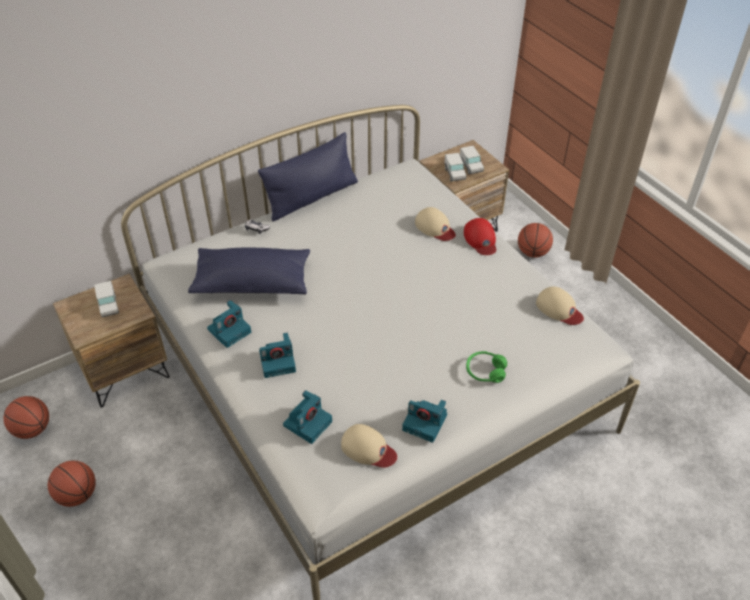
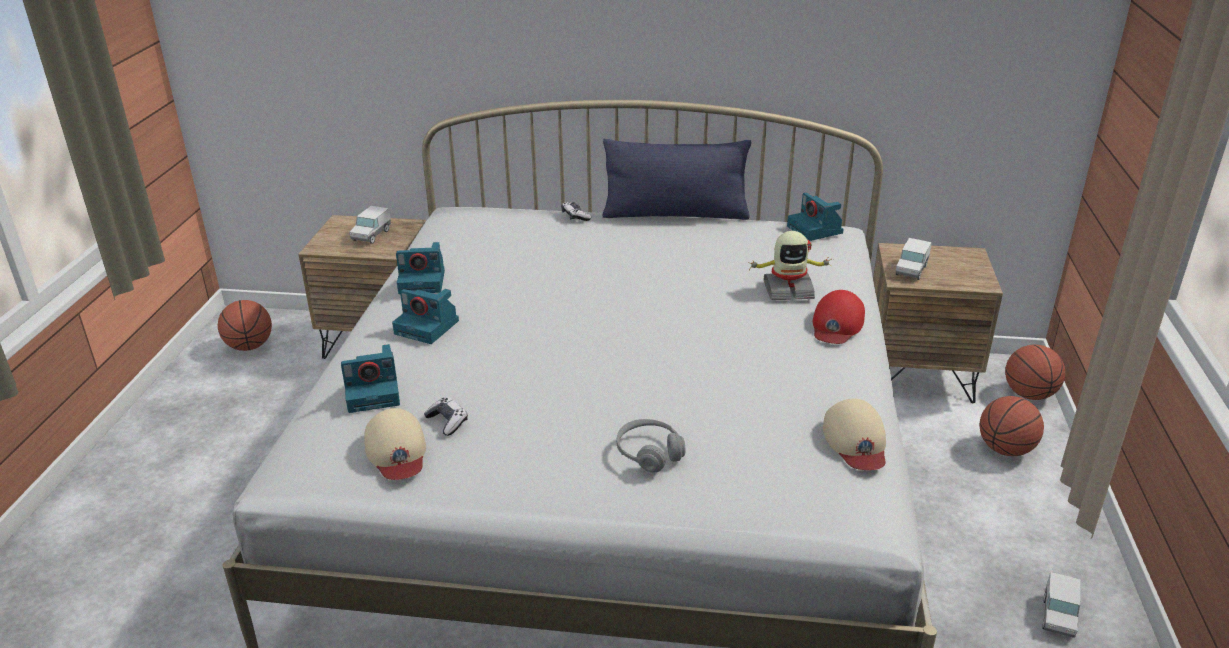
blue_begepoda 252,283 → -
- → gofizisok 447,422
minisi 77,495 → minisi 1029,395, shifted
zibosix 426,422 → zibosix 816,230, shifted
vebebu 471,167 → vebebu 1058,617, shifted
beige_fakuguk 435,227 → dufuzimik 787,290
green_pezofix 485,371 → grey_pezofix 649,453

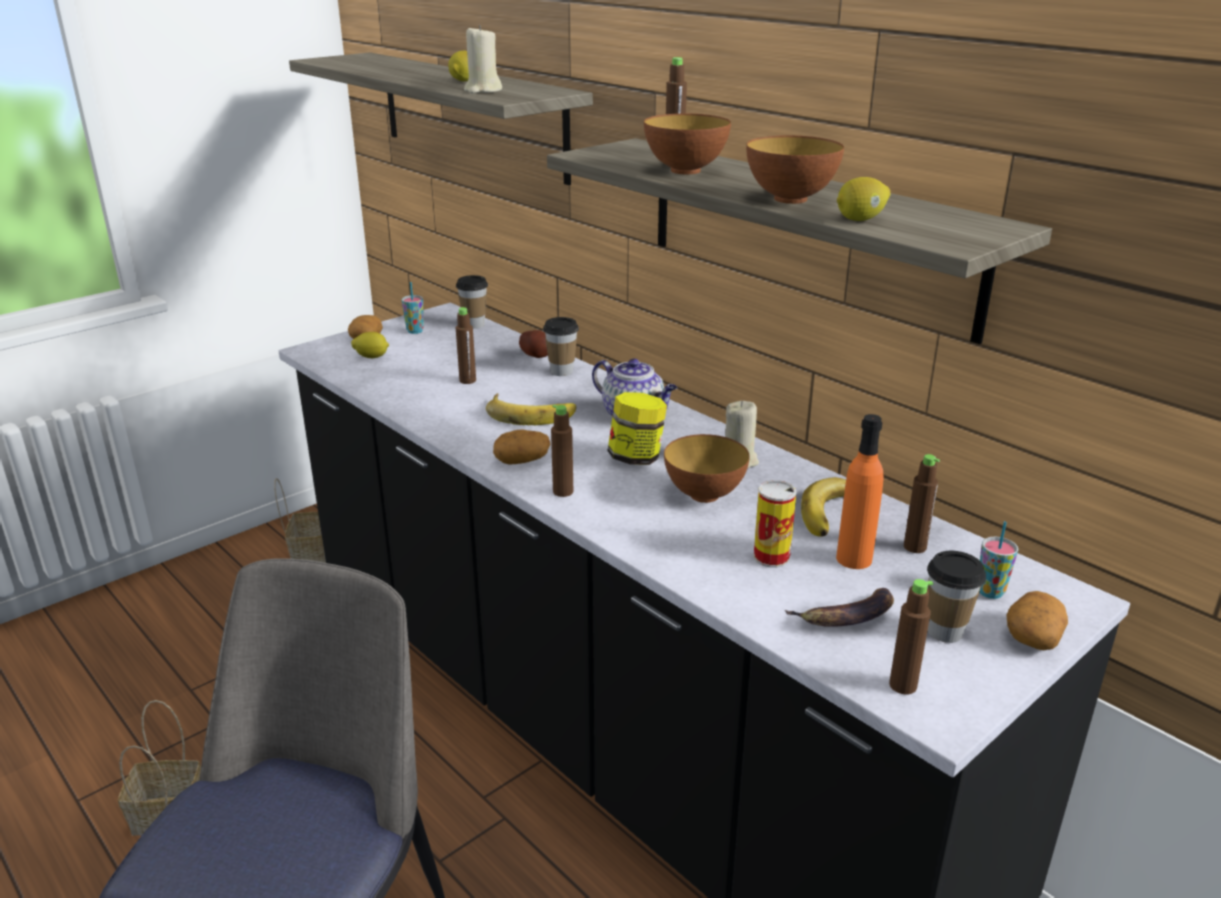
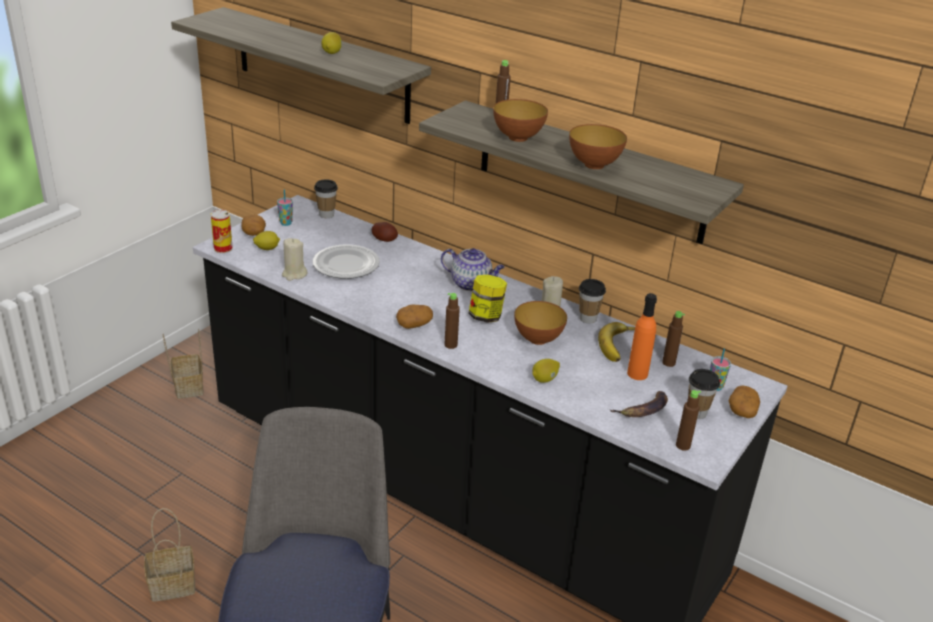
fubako 531,413 → -
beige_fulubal 482,90 → beige_fulubal 294,274, shifted
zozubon 562,371 → zozubon 588,318, shifted
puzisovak 771,557 → puzisovak 223,249, shifted
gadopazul 860,219 → gadopazul 544,379, shifted
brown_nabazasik 467,380 → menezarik 346,264

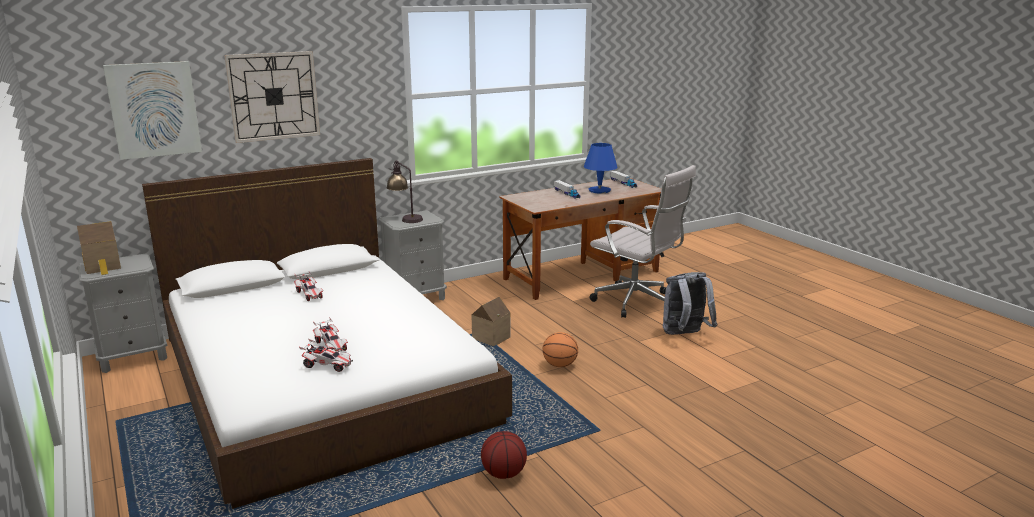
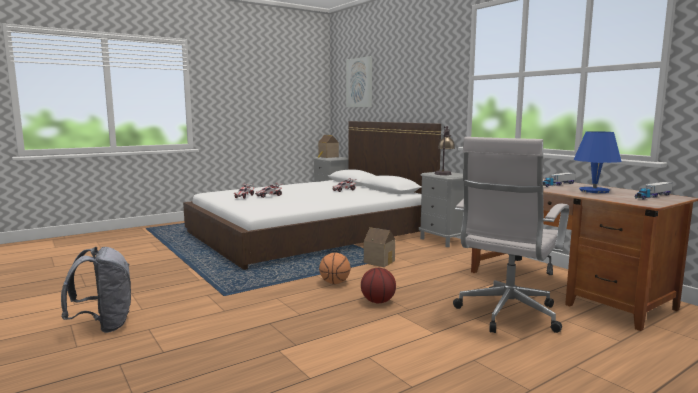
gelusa 273,96 → -
minisi 504,473 → minisi 378,302, shifted
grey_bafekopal 685,335 → grey_bafekopal 104,326, shifted

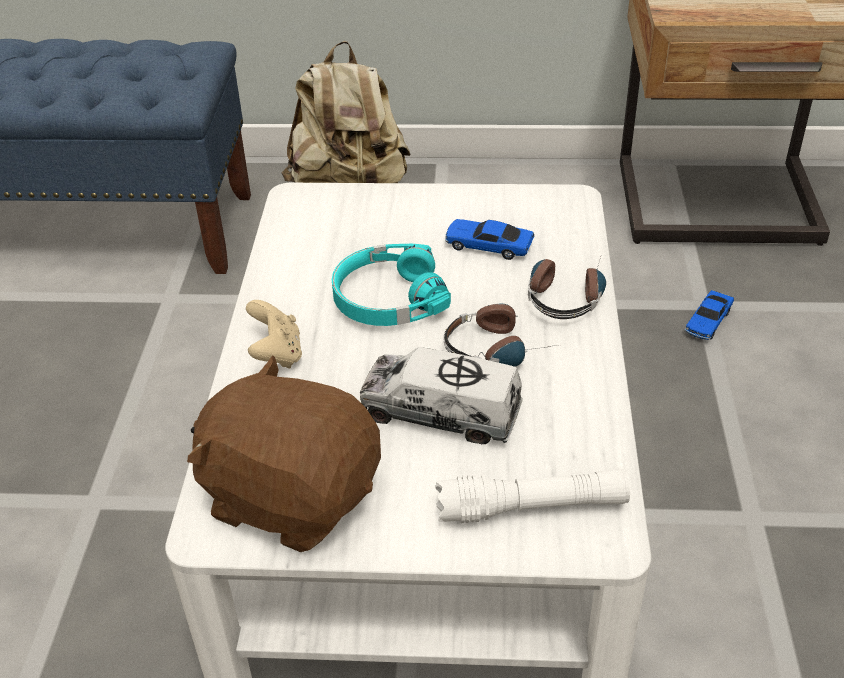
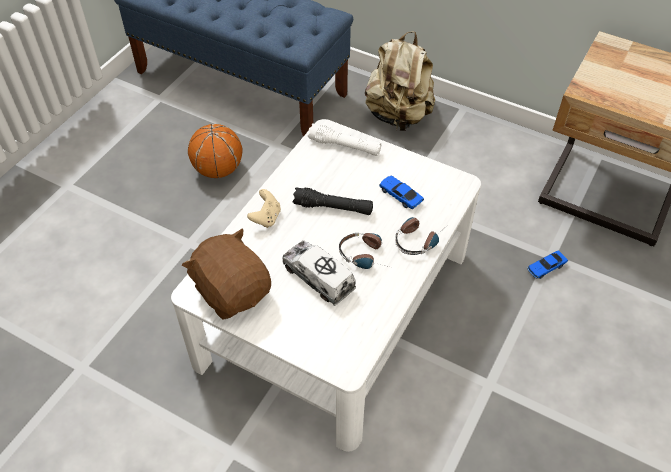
- → minisi 218,170
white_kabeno 532,507 → white_kabeno 344,146, shifted
turquoise_pezofix 388,299 → black_kabeno 333,207

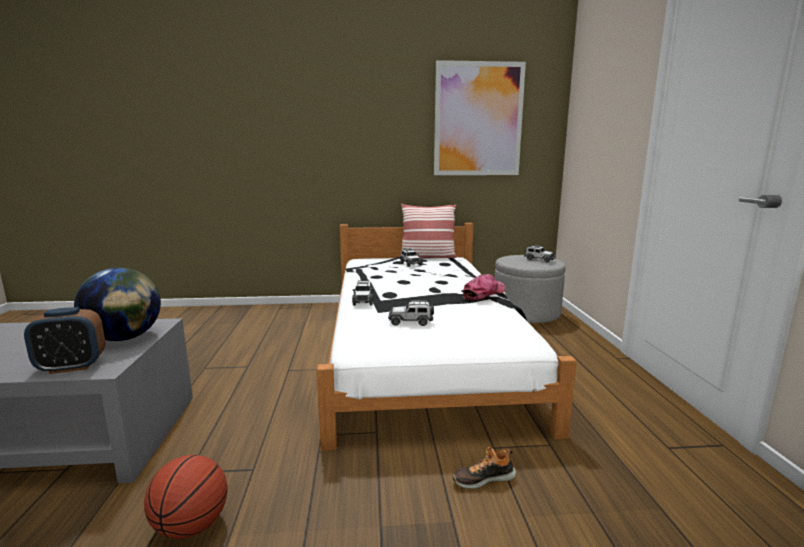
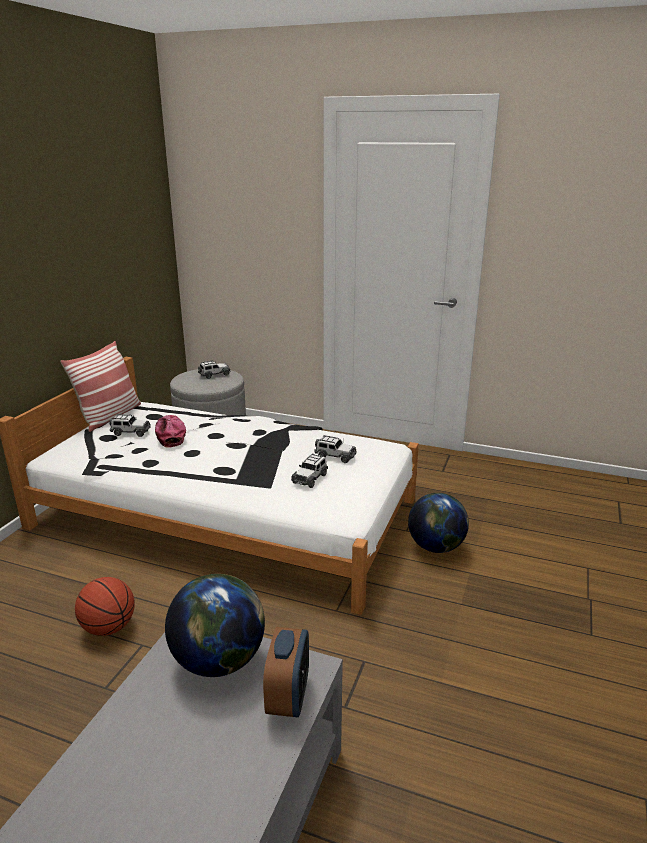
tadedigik 478,120 → -
minisi 191,526 → minisi 108,627, shifted
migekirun 363,301 → migekirun 335,456, shifted
fakuguk 483,293 → fakuguk 170,435, shifted
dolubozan 483,478 → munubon 436,546

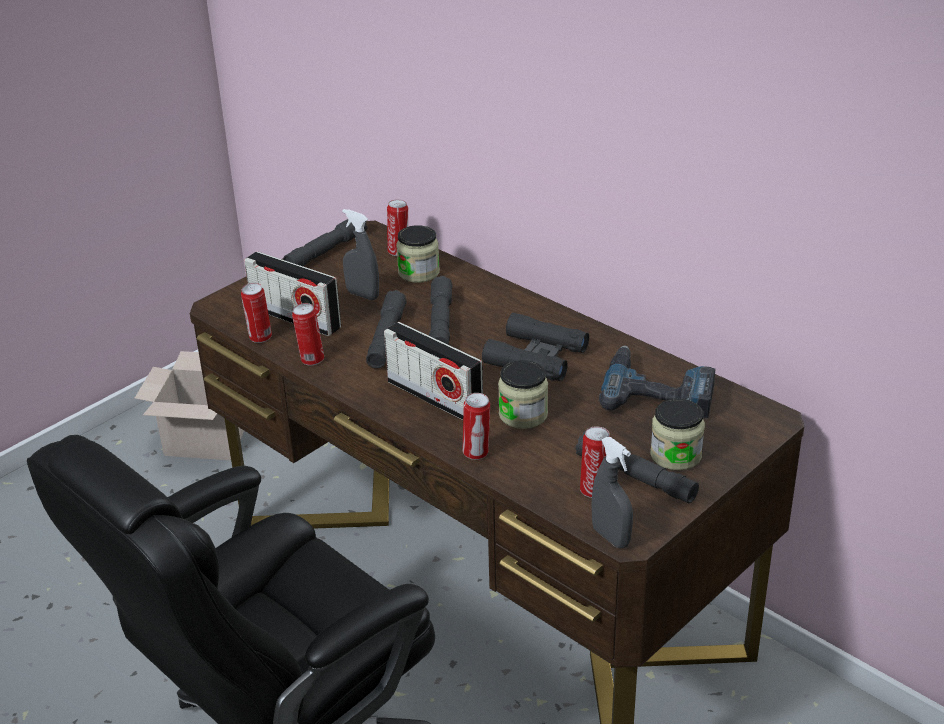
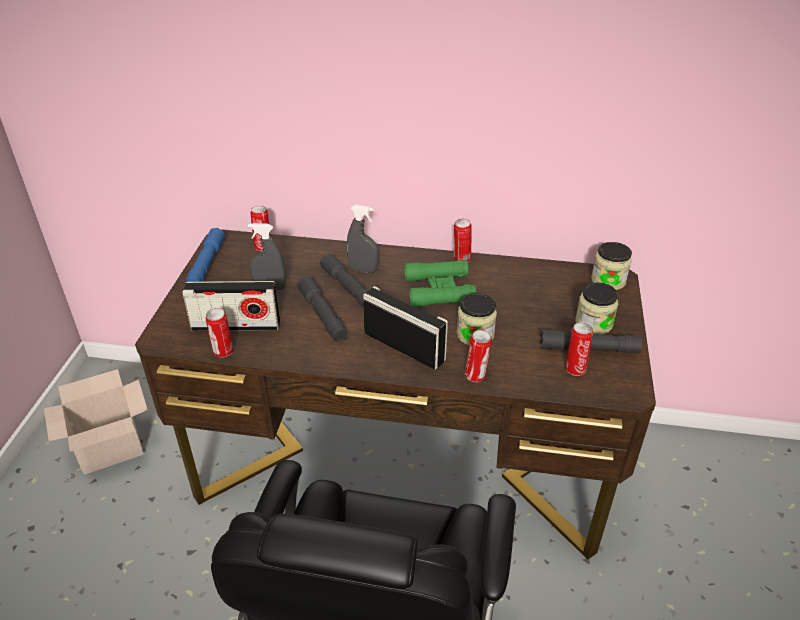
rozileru 658,391 → -
puzisovak 311,360 → puzisovak 461,259, shifted
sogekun 419,272 → sogekun 608,280, shifted
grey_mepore 611,537 → grey_mepore 363,269, shifted
grey_kabeno 326,251 → blue_kabeno 206,264
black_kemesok 536,357 → green_kemesok 439,290
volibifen 434,397 → volibifen 404,346, 150 degrees counterclockwise

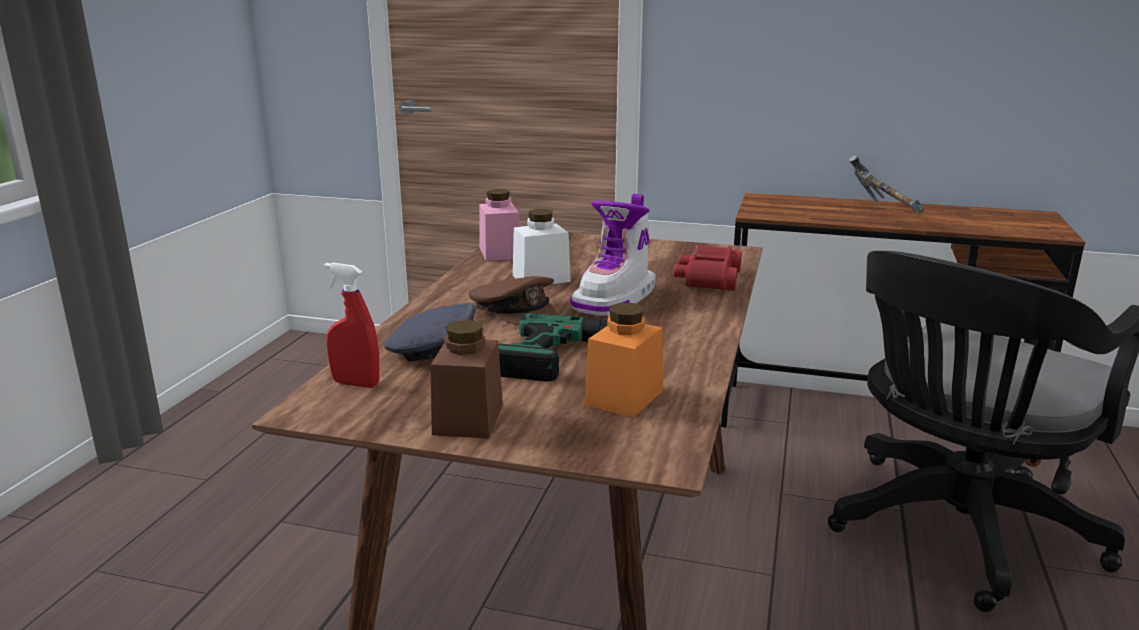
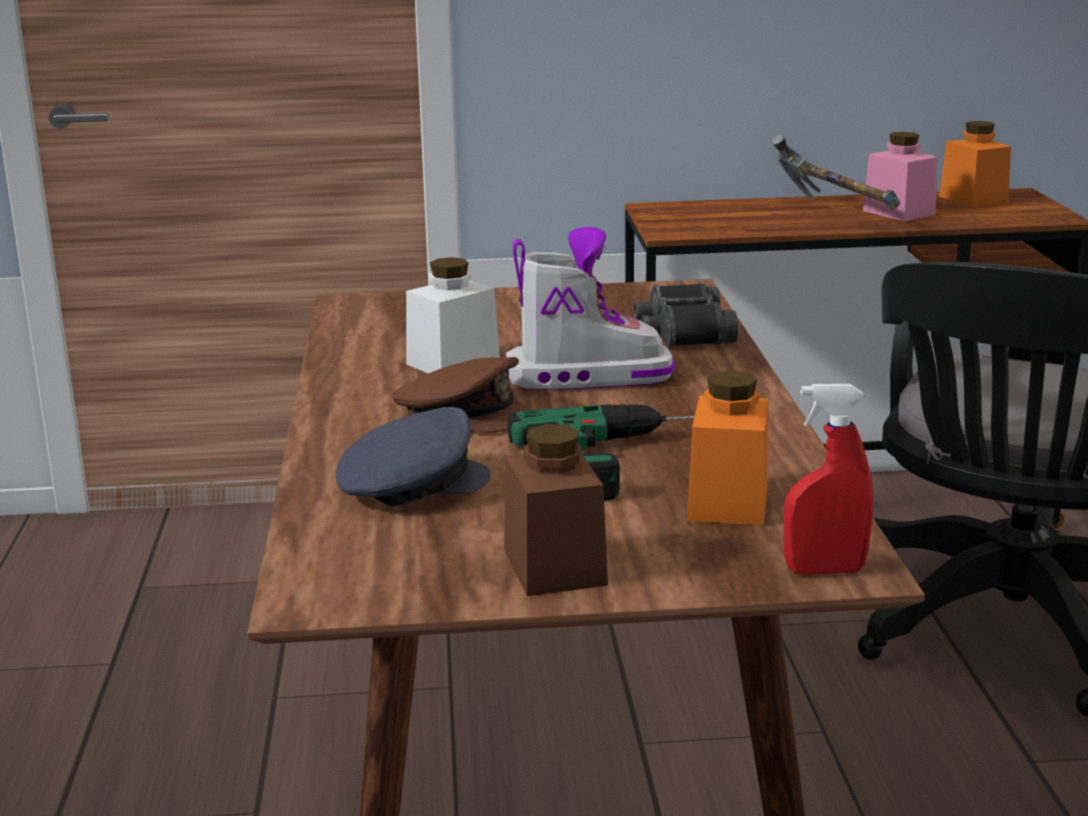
- → orange_sogekun 973,199
red_mepore 356,384 → red_mepore 824,570, shifted
pink_sogekun 500,253 → pink_sogekun 898,212, shifted
red_kemesok 707,279 → black_kemesok 683,332
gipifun 616,299 → gipifun 587,376, 105 degrees counterclockwise

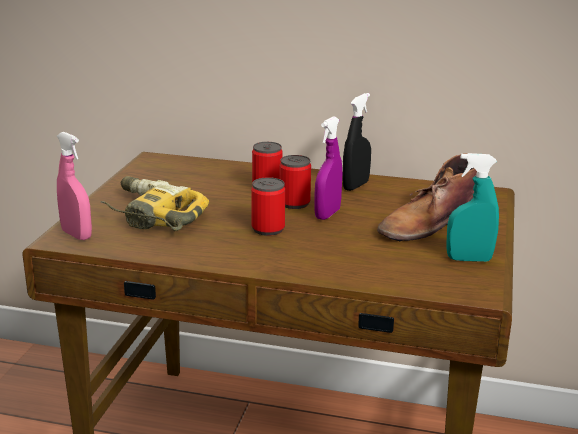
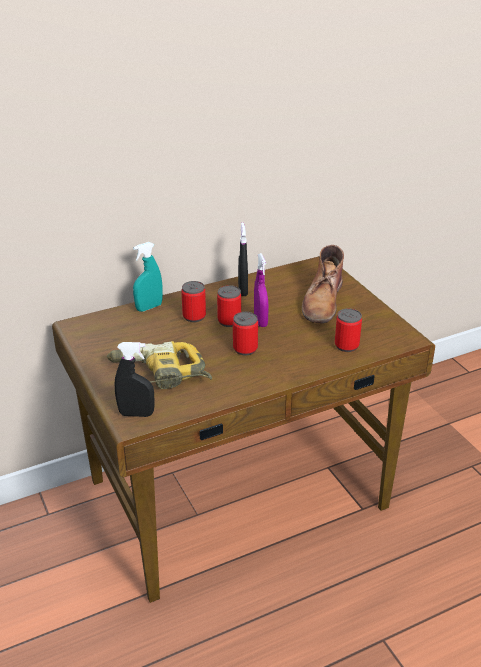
- → puzisovak 346,345
turquoise_mepore 469,259 → turquoise_mepore 149,307, shifted
pink_mepore 76,235 → black_mepore 136,414

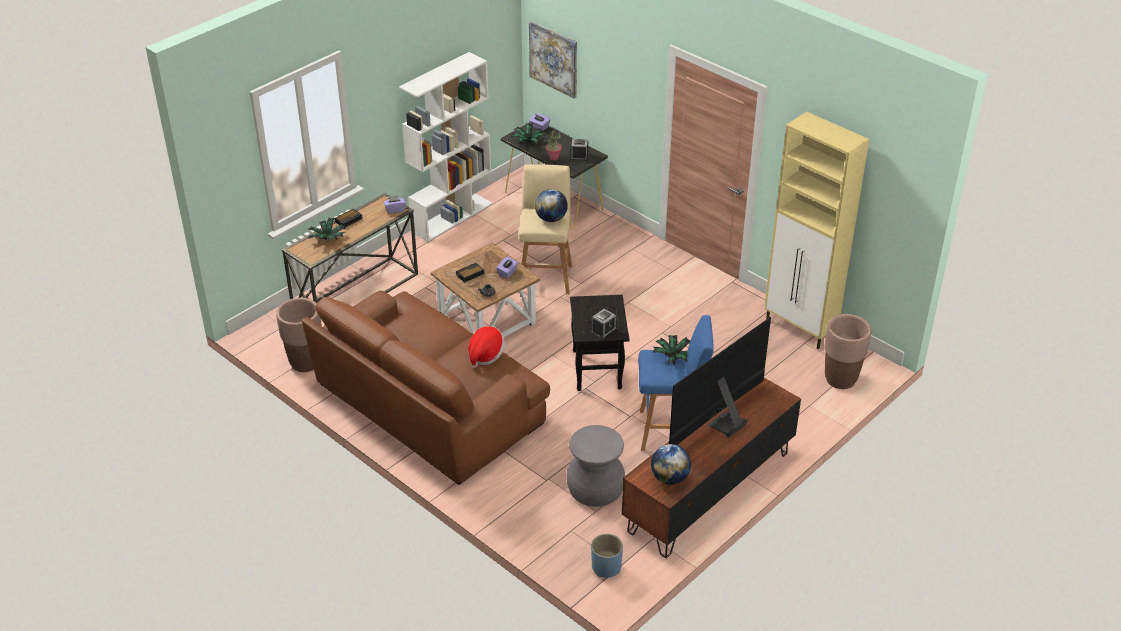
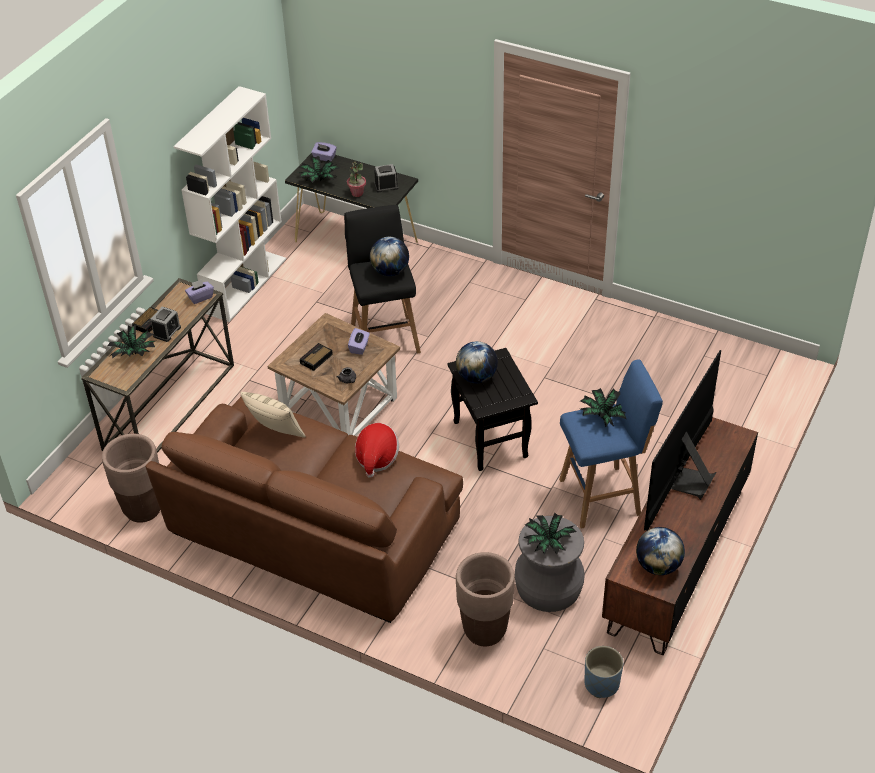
tadedigik 553,59 → -
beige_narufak 800,329 → -
- → beige_begepoda 275,434
- → munubon 476,377
- → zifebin 548,542
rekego 603,331 → rekego 167,332, shifted
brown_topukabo 840,379 → brown_topukabo 485,631, shifted
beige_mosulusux 545,277 → black_mosulusux 384,337

